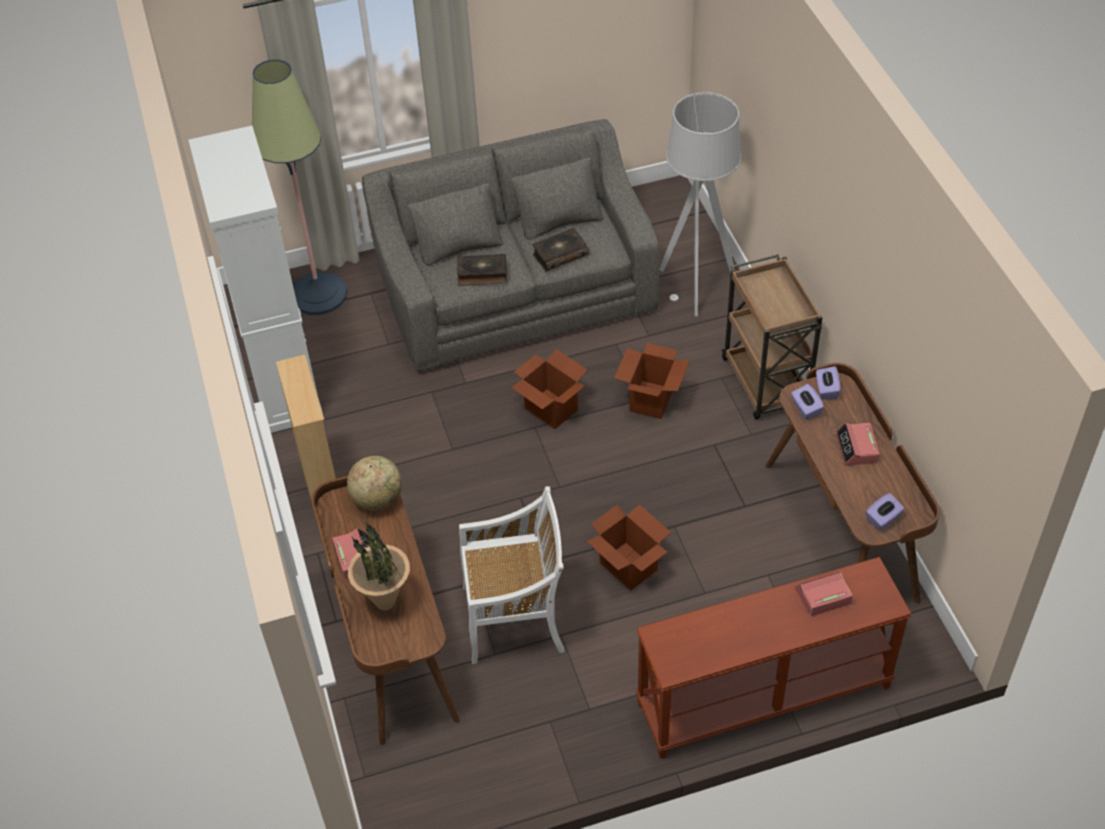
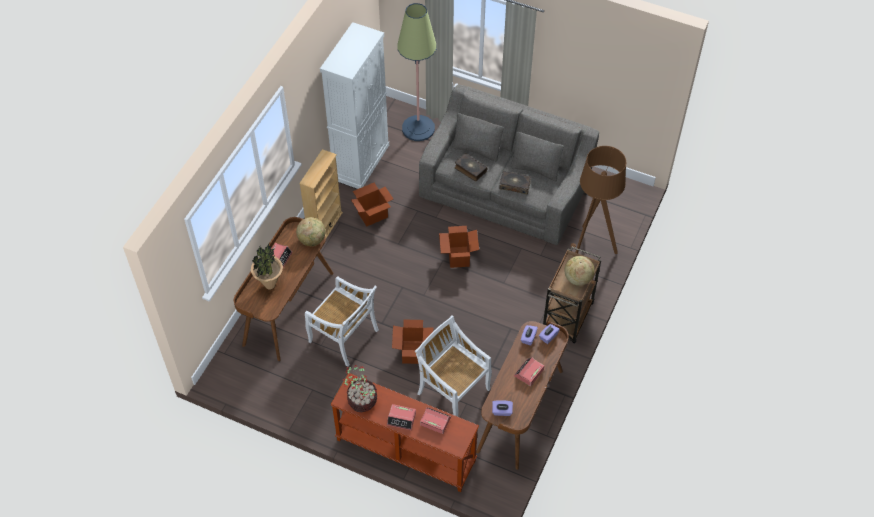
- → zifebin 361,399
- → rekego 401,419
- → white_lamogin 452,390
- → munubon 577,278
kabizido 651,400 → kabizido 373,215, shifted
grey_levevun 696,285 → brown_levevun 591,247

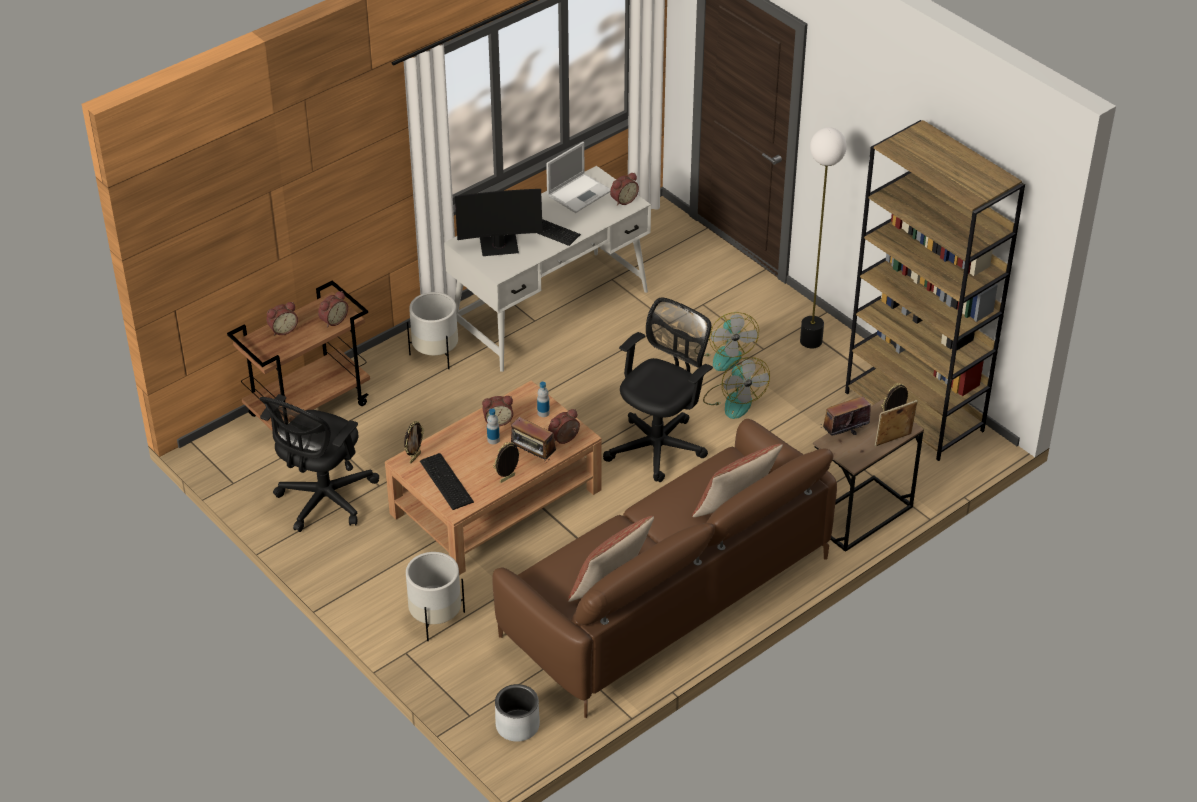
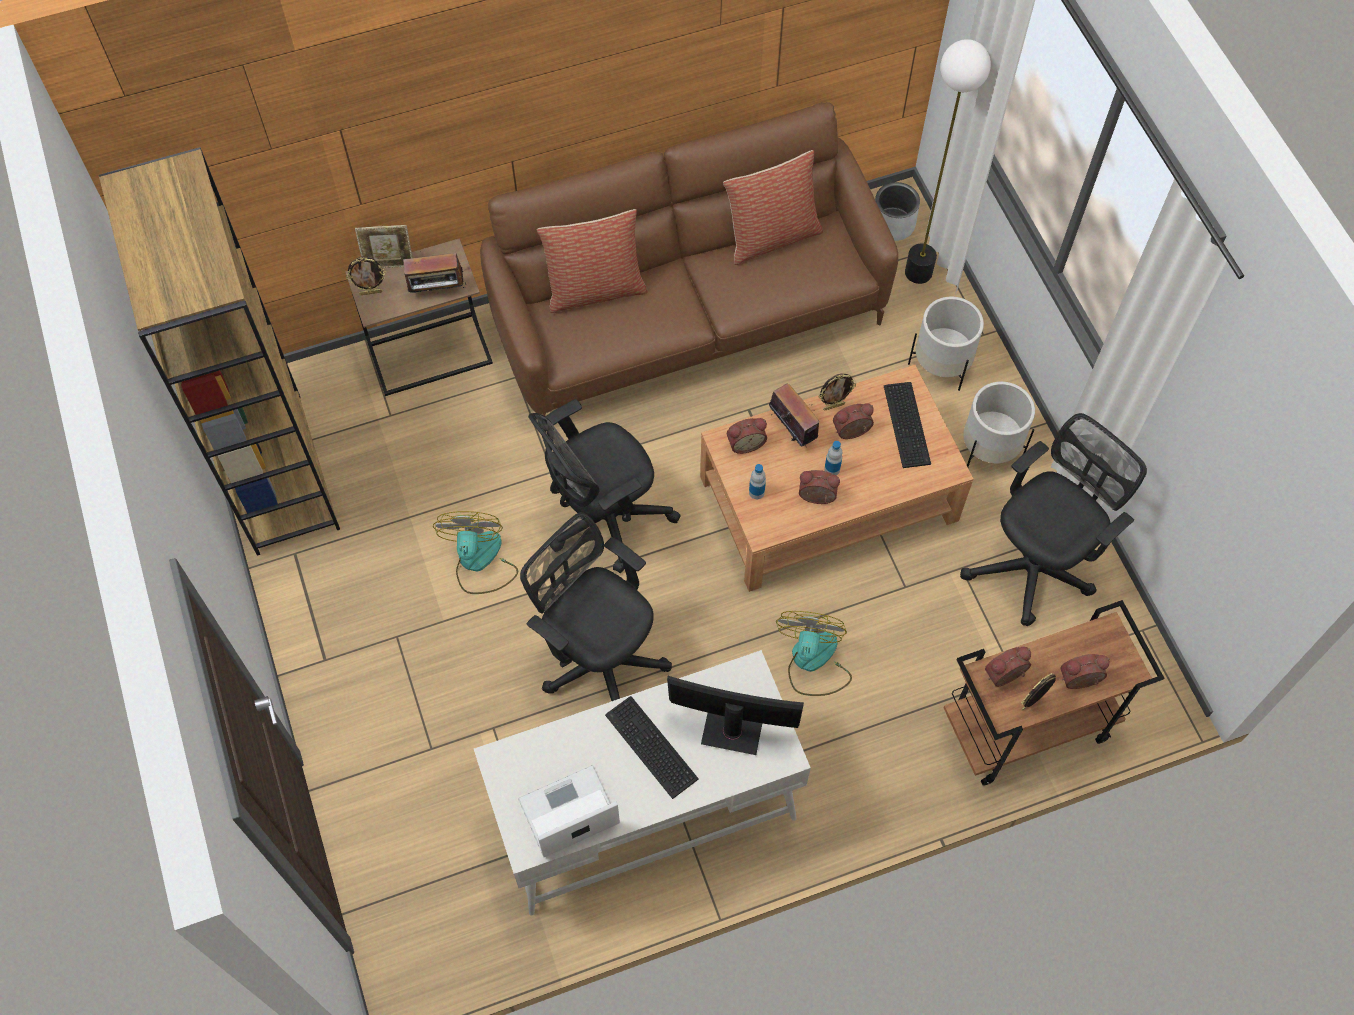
- → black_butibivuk 600,659
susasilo 414,457 → susasilo 1031,703, shifted
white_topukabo 435,354 → white_topukabo 989,449, shifted
rekego 623,200 → rekego 852,432, shifted
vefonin 724,353 → vefonin 812,662, shifted
levevun 811,341 → levevun 918,272, shifted

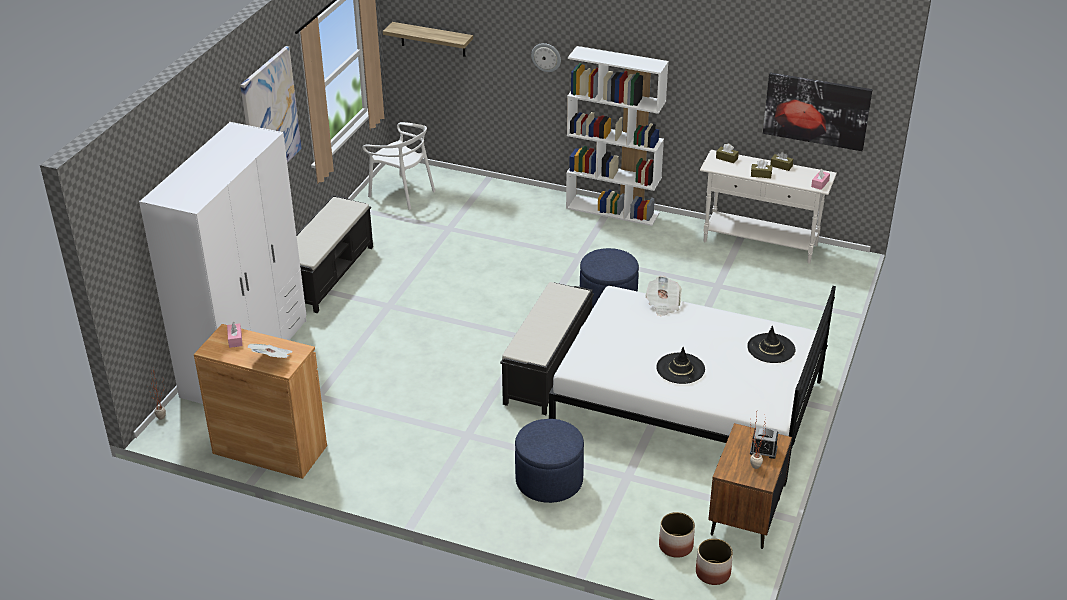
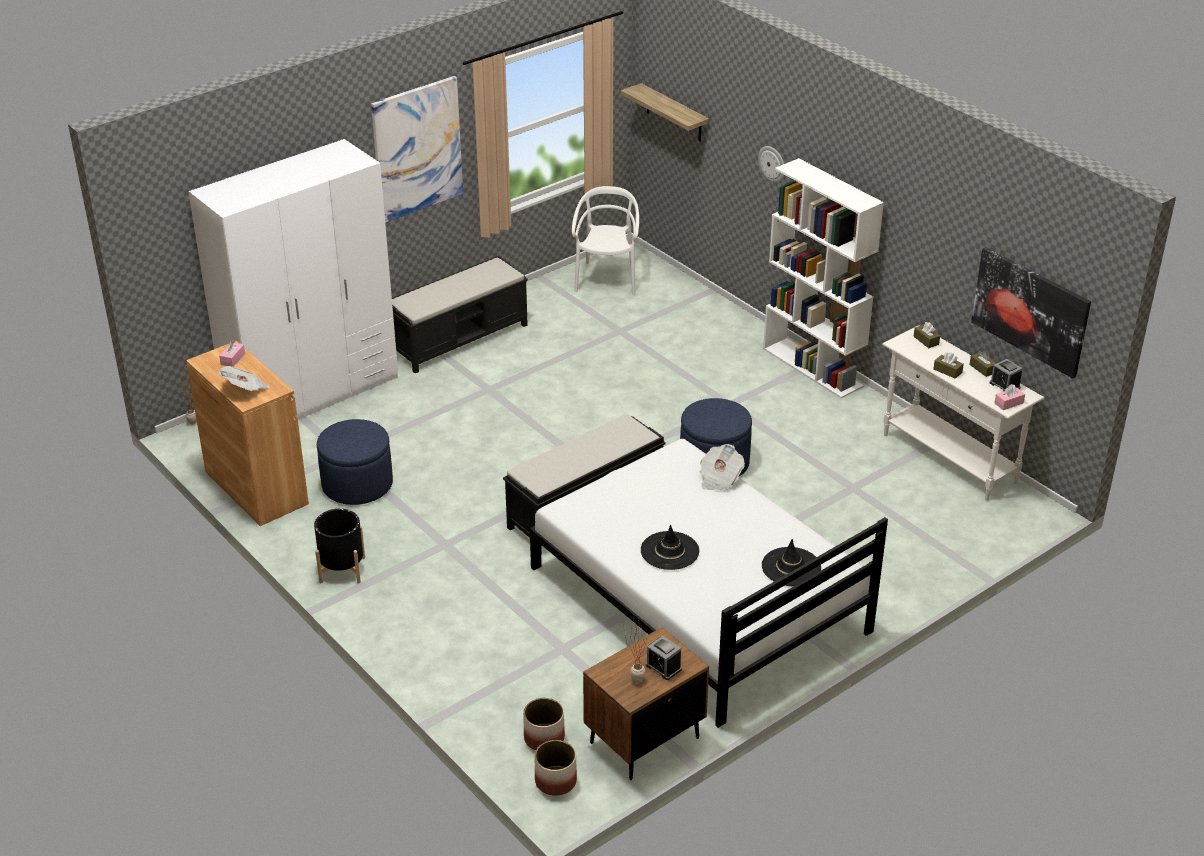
- → black_topukabo 342,569
- → rekego 1004,385
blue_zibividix 549,480 → blue_zibividix 357,484, shifted
white_lamogin 402,193 → white_lamogin 607,279, 150 degrees counterclockwise

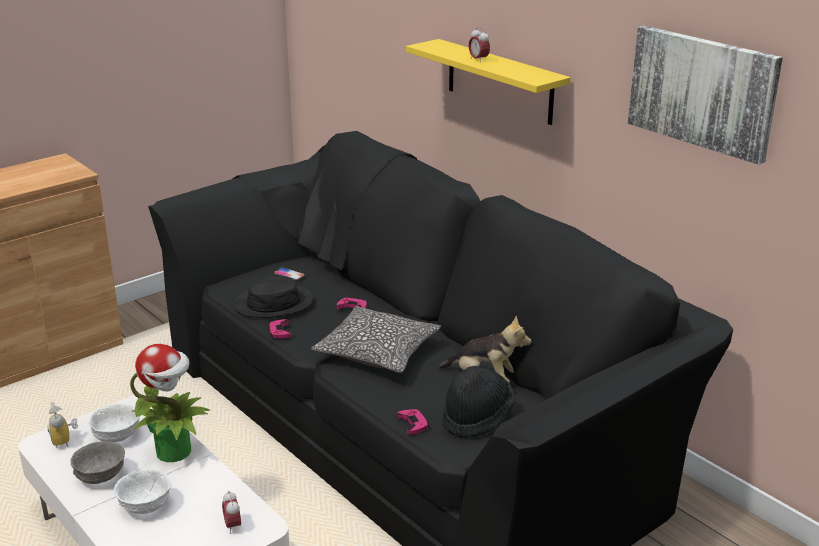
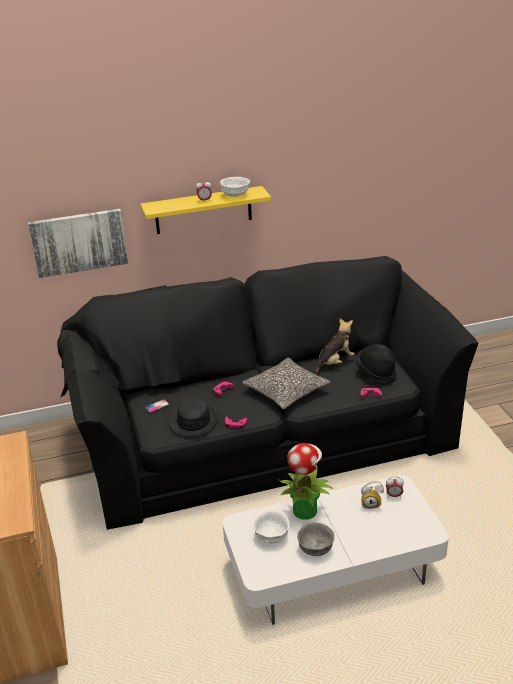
rekego 65,441 → rekego 371,504, shifted
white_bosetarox 144,505 → white_bosetarox 235,195, shifted
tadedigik 702,91 → tadedigik 79,242, shifted

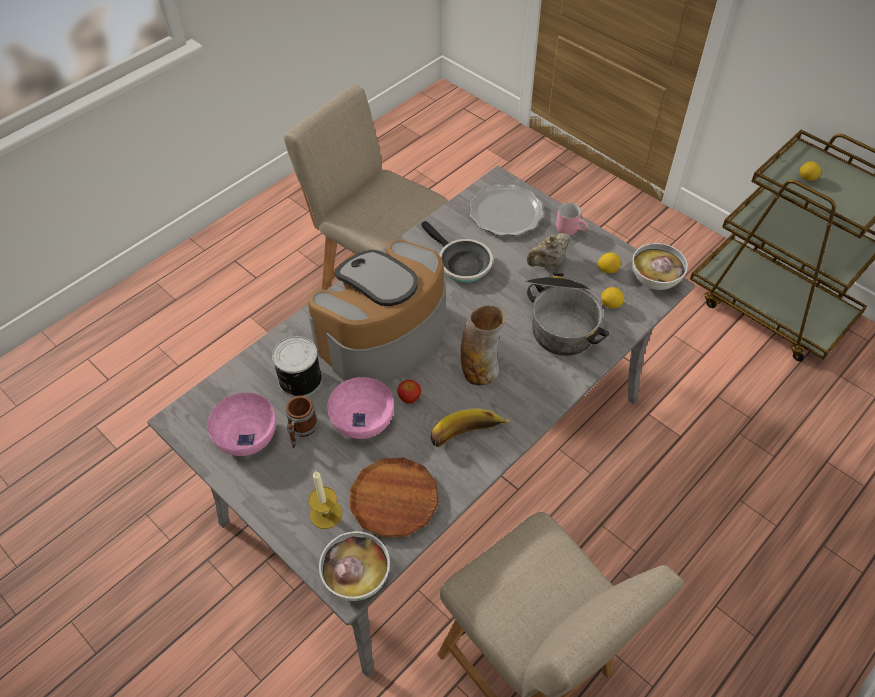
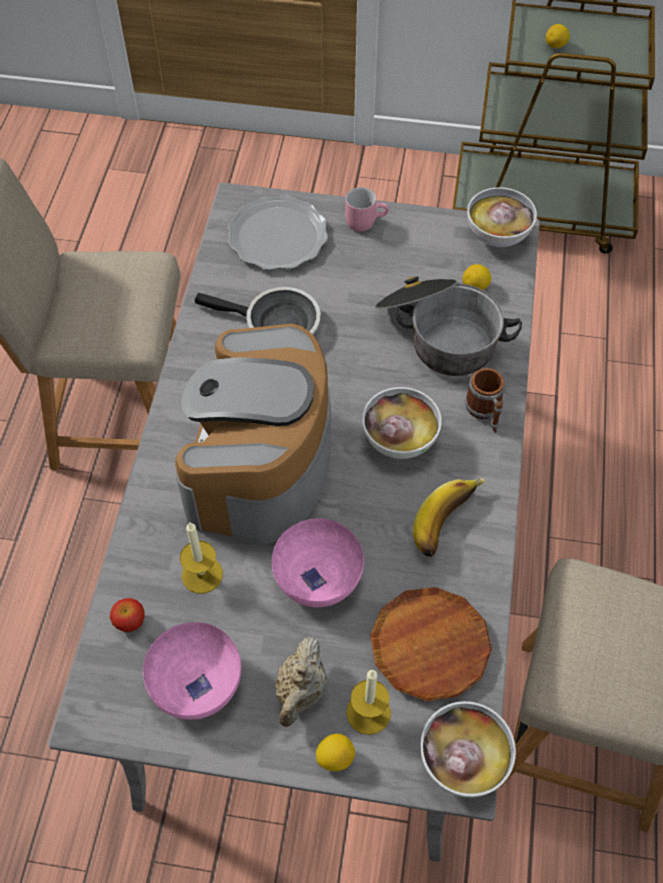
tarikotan 301,431 → tarikotan 485,412, shifted
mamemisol 409,398 → mamemisol 130,622, shifted
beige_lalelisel 547,263 → beige_lalelisel 301,692, shifted
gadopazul 607,270 → gadopazul 335,757, shifted
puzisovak 299,380 → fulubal 202,574
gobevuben 480,370 → bosetarox 399,440

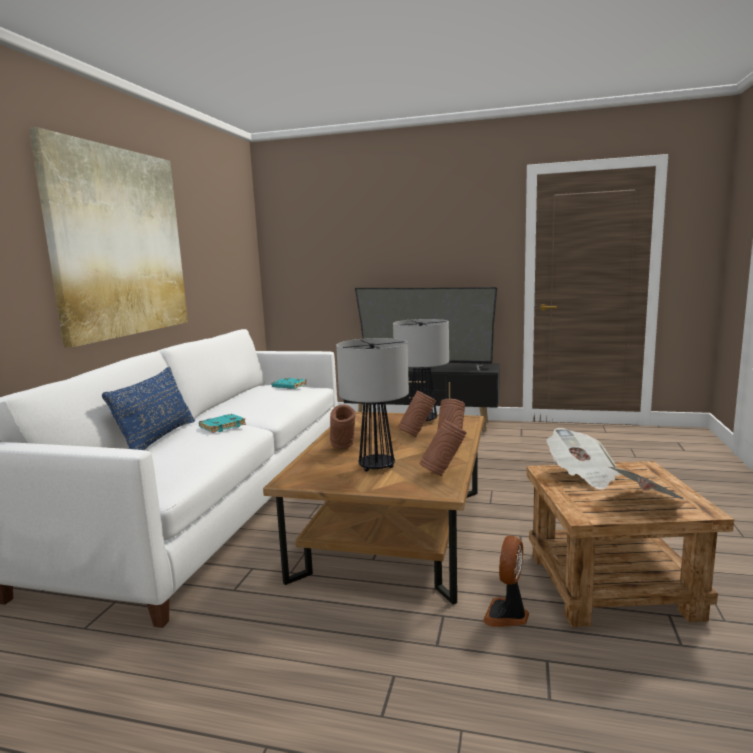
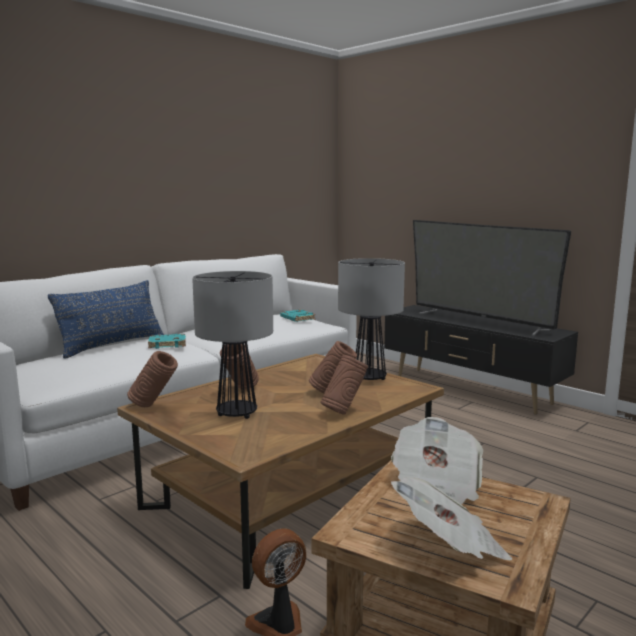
tadedigik 119,243 → -
brown_gobevuben 443,474 → brown_gobevuben 154,406, shifted

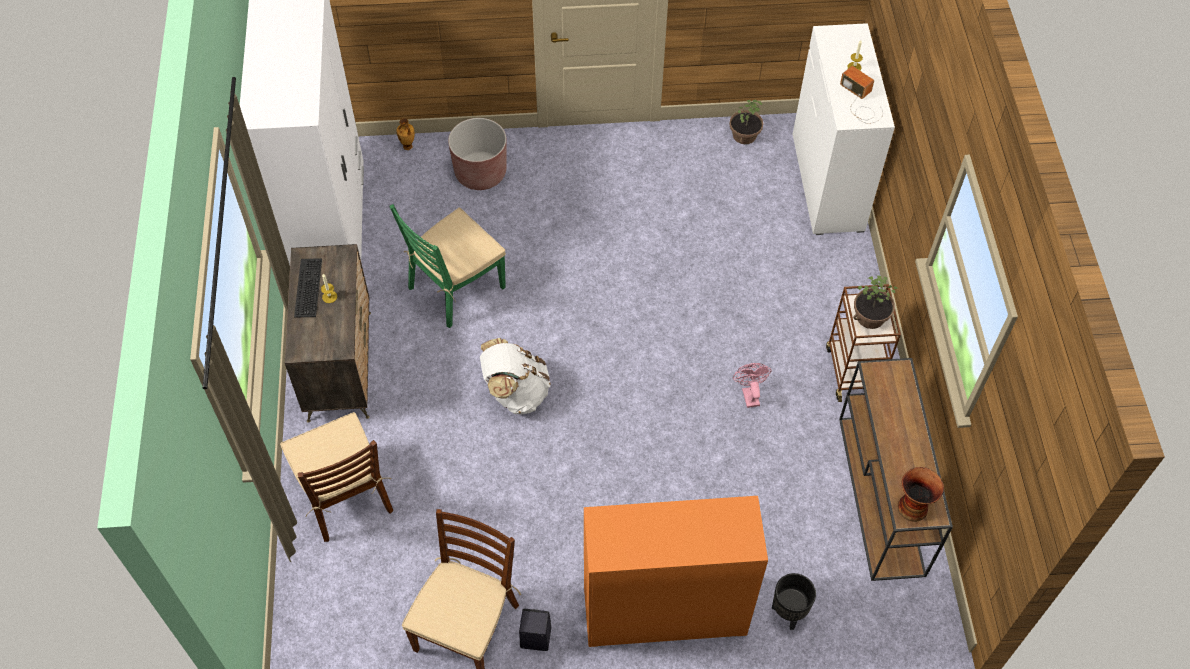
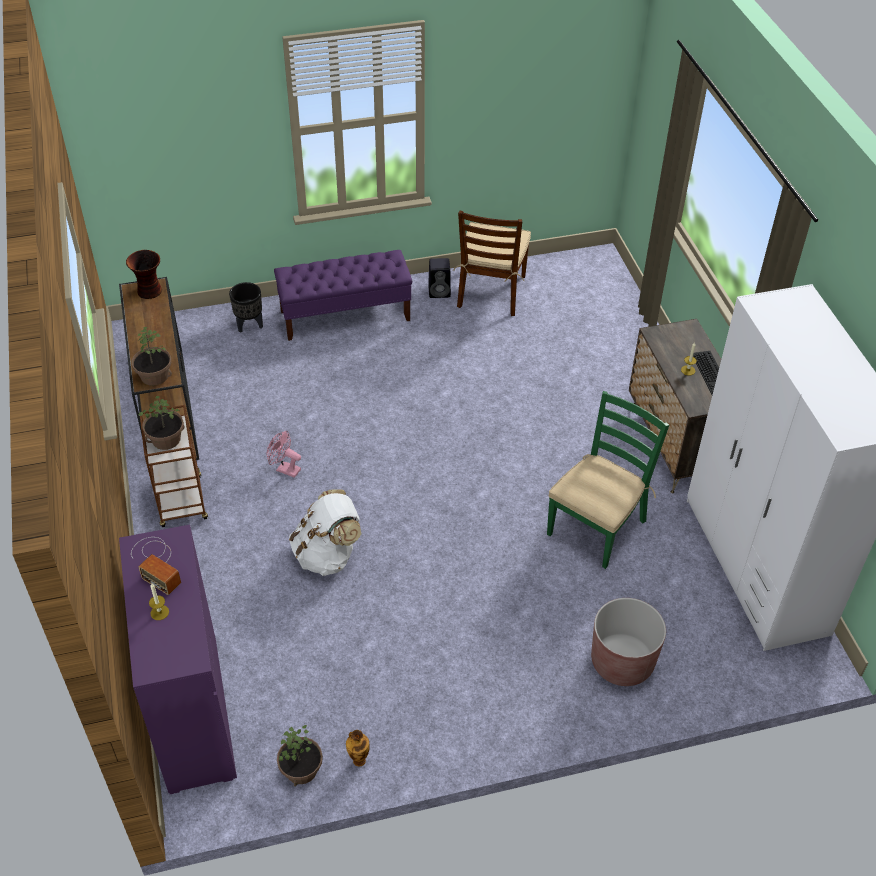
brown_lamogin 345,495 → -
- → zifebin 154,376
gobevuben 408,147 → gobevuben 358,760, shifted
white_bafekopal 515,392 → white_bafekopal 327,555, shifted
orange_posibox 664,612 → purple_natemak 345,315
white_posibox 827,182 → purple_posibox 193,713
pink_vefonin 749,394 → pink_vefonin 285,469, 135 degrees clockwise

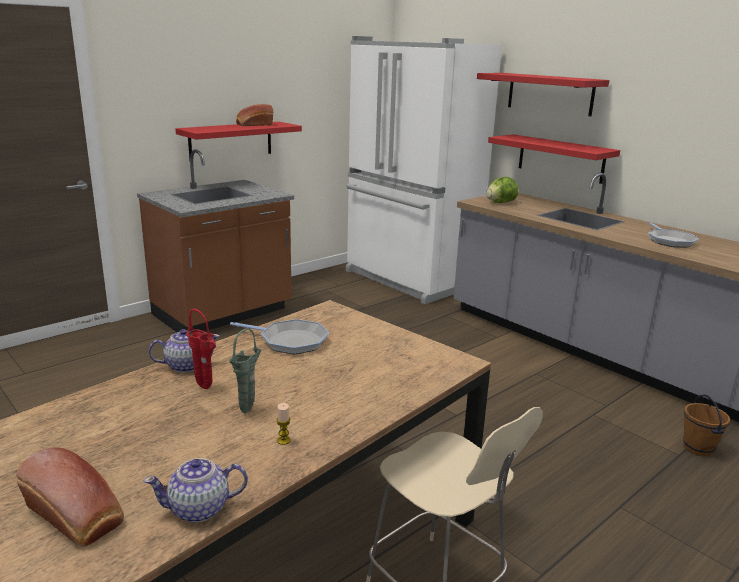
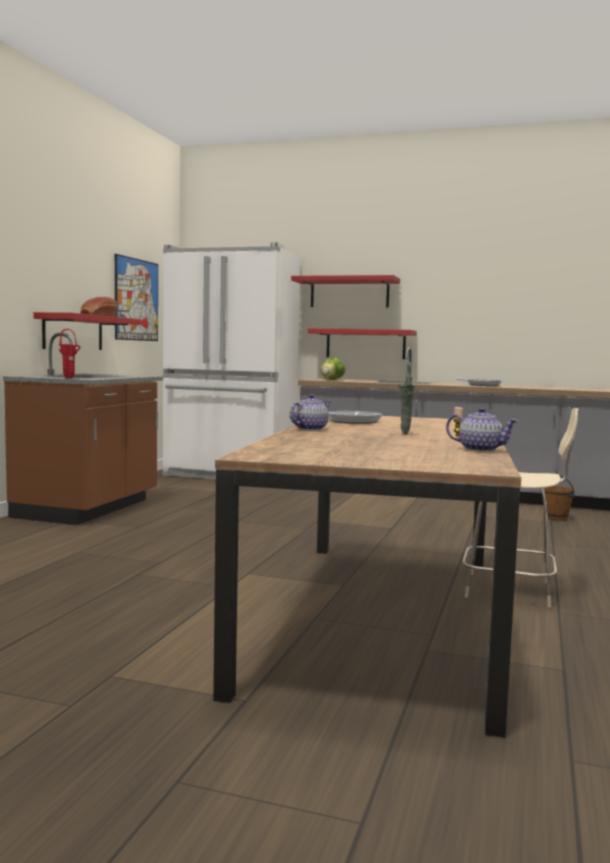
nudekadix 76,516 → -
- → tadedigik 136,300
red_gobevuben 206,388 → red_gobevuben 70,378, shifted
lalelisel 200,509 → lalelisel 479,449, 105 degrees counterclockwise

